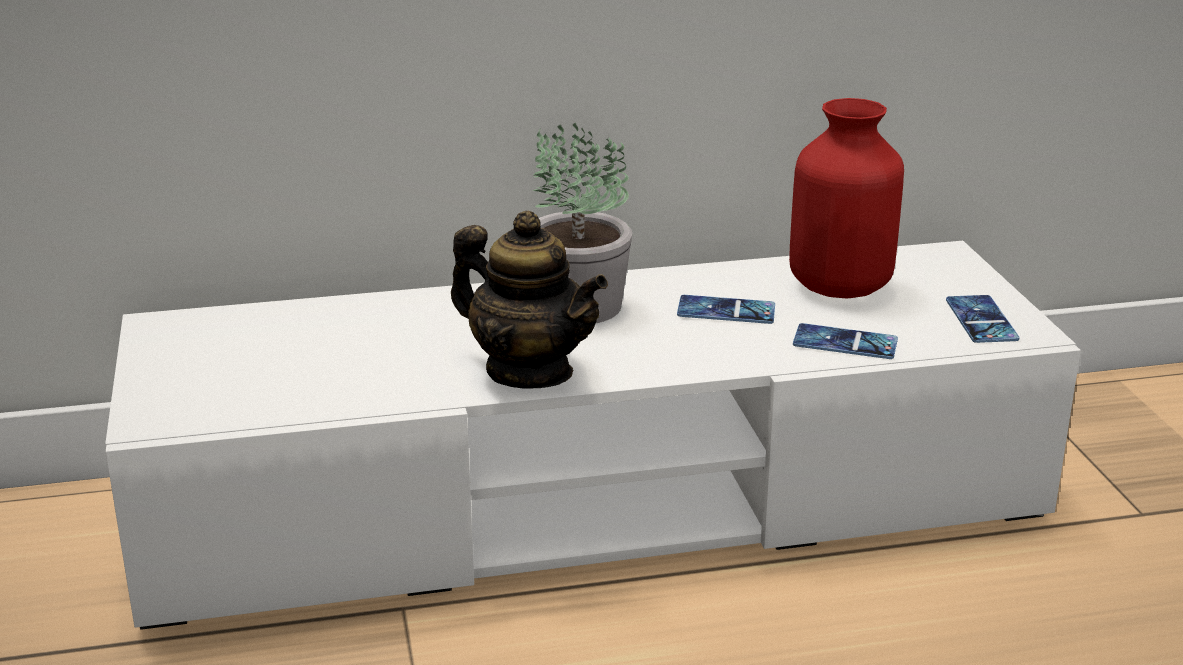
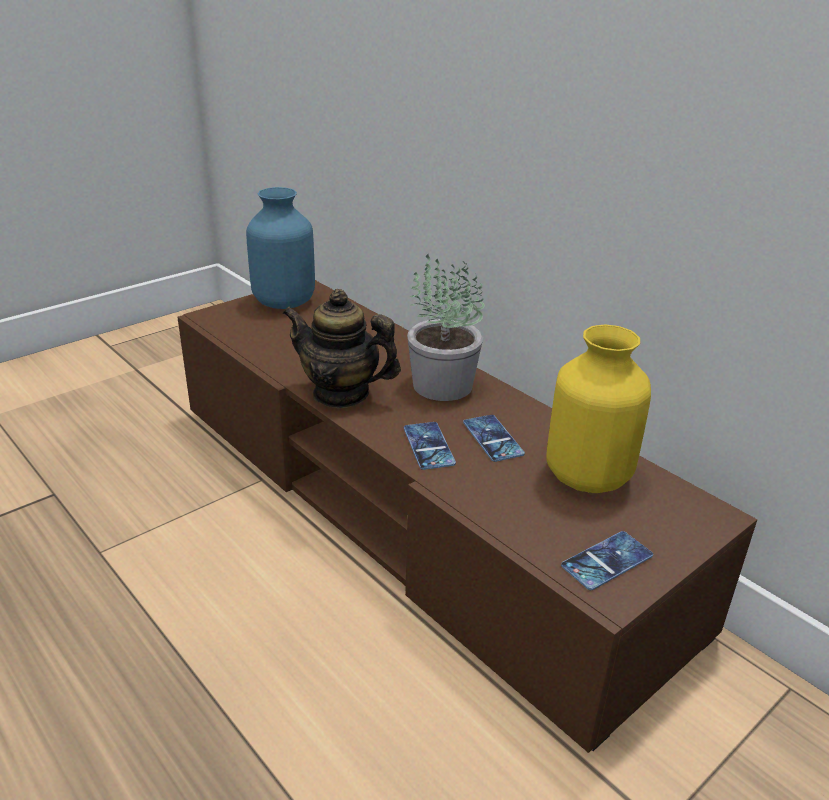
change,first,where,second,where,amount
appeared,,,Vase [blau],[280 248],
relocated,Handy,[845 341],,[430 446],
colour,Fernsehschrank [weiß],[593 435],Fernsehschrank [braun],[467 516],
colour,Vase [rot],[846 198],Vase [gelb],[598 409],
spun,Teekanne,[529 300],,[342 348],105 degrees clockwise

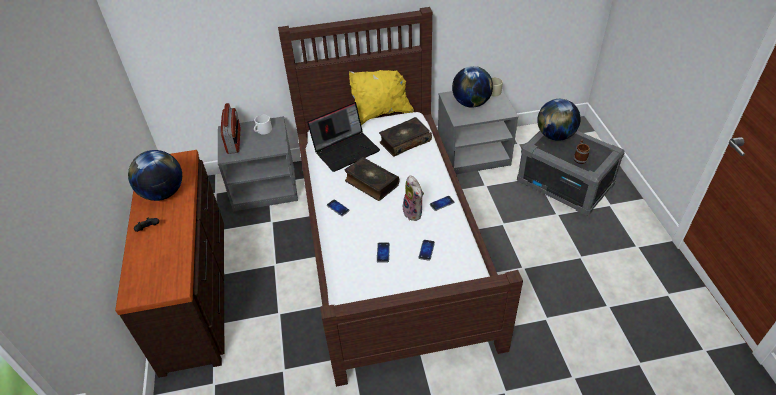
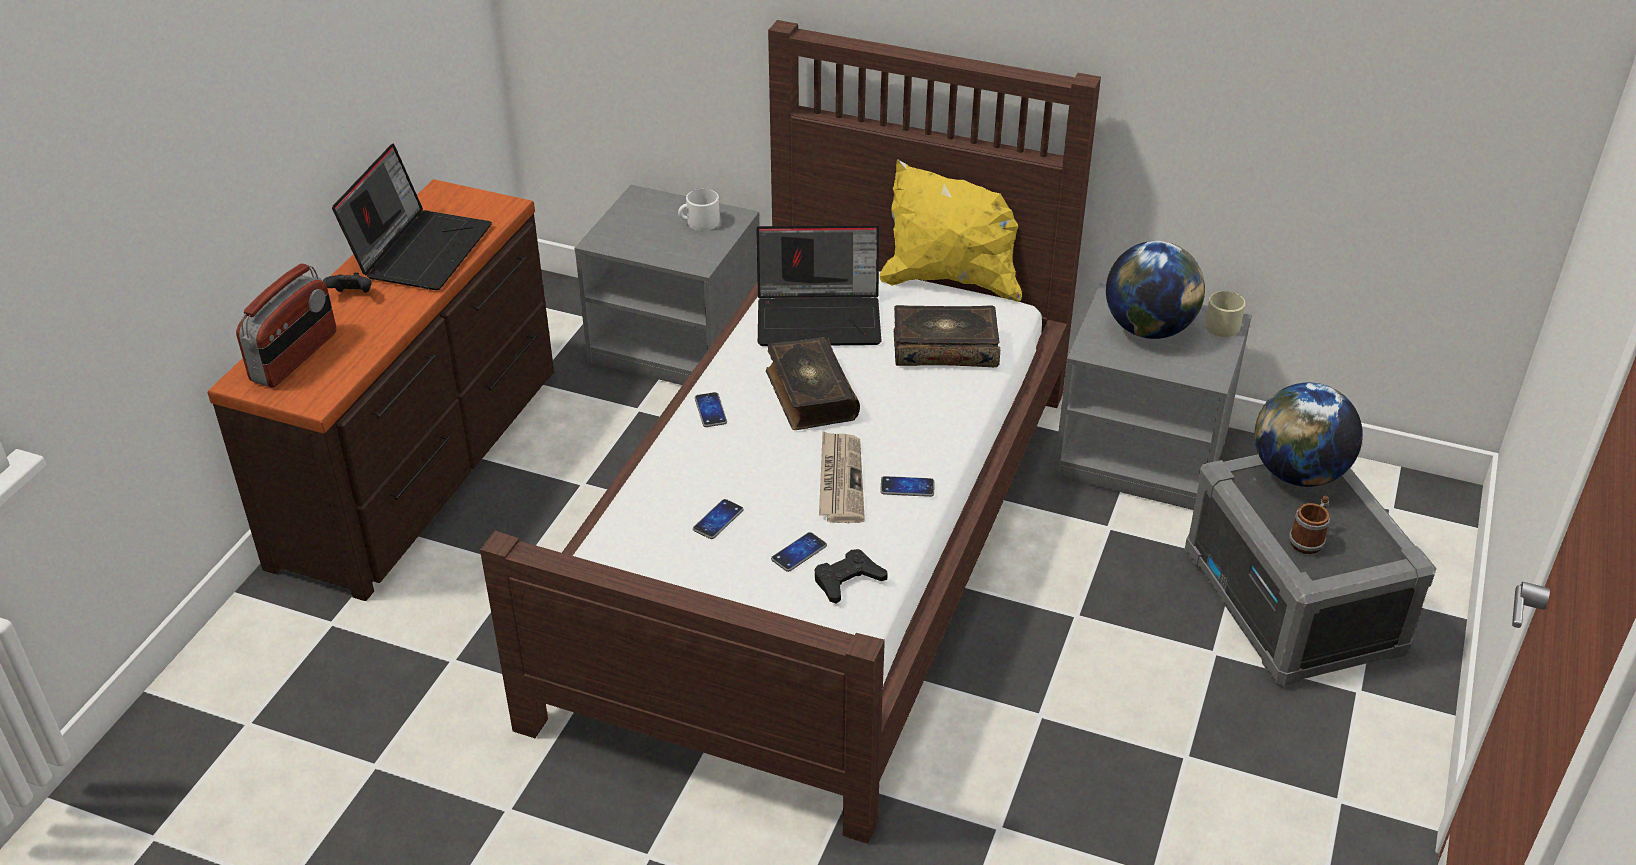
change,first,where,second,where,amount
appeared,,,Gamepad [schwarz],[851 576],
relocated,Radio,[230 128],,[286 325],
exchanged,Globus,[155 175],Laptop,[412 217],
exchanged,Plüschtier,[413 198],Zeitung,[842 477],

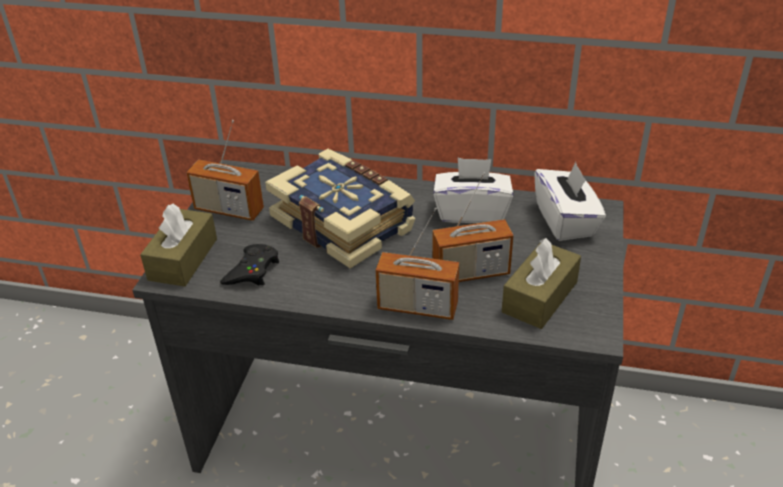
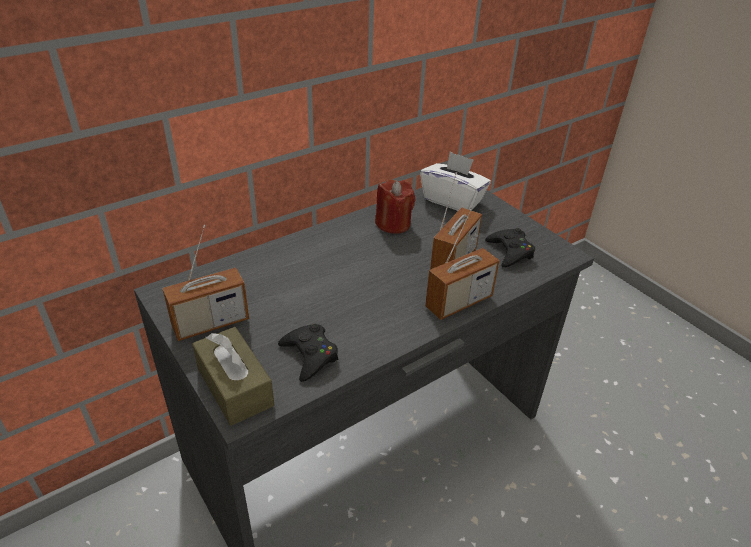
change,first,where,second,where,amount
missing,Buch,[340 209],,,
exchanged,Taschentuchbox [weiß],[473 190],Kerze [rot],[395 206],
exchanged,Taschentuchbox [braun],[541 283],Gamepad [schwarz],[510 248],

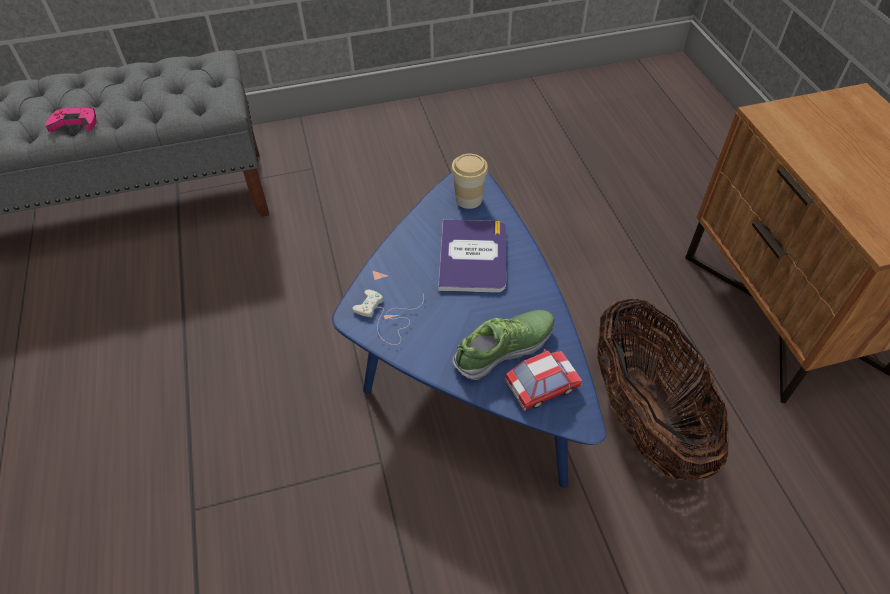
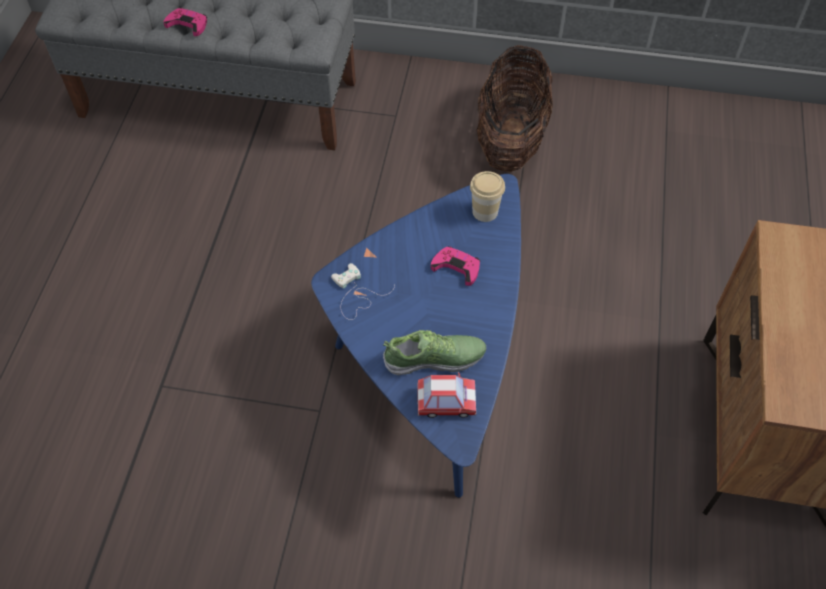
change,first,where,second,where,amount
relocated,Korb,[663 389],,[514 108],
exchanged,Buch,[472 256],Gamepad [rosa],[455 266],

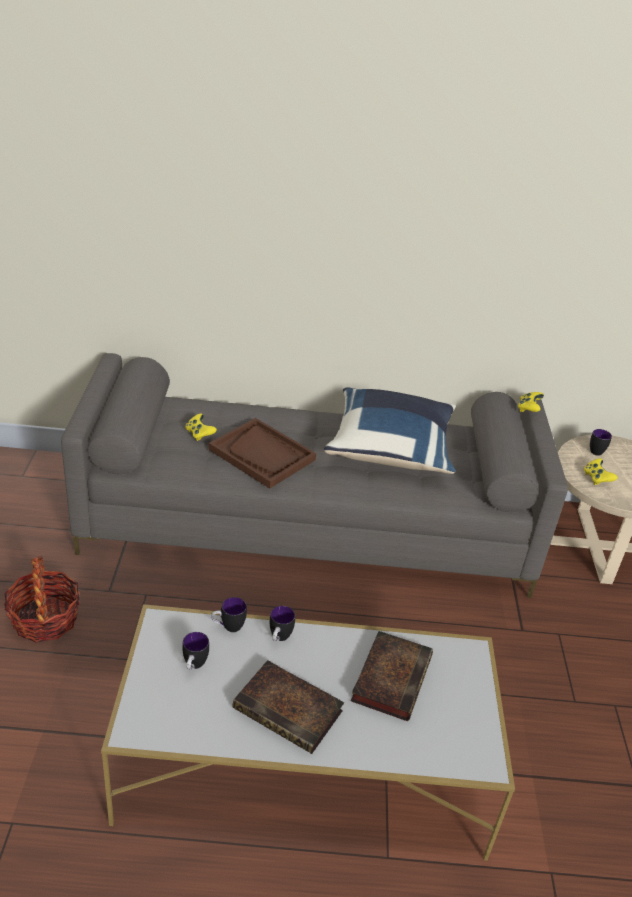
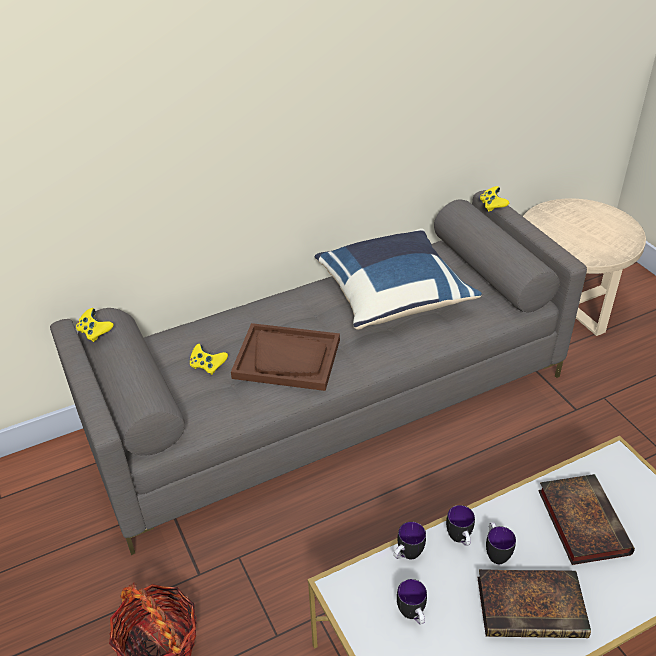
change,first,where,second,where,amount
relocated,Gamepad [gelb],[601 471],,[95 325],
relocated,Henkelbecher,[601 442],,[501 543],

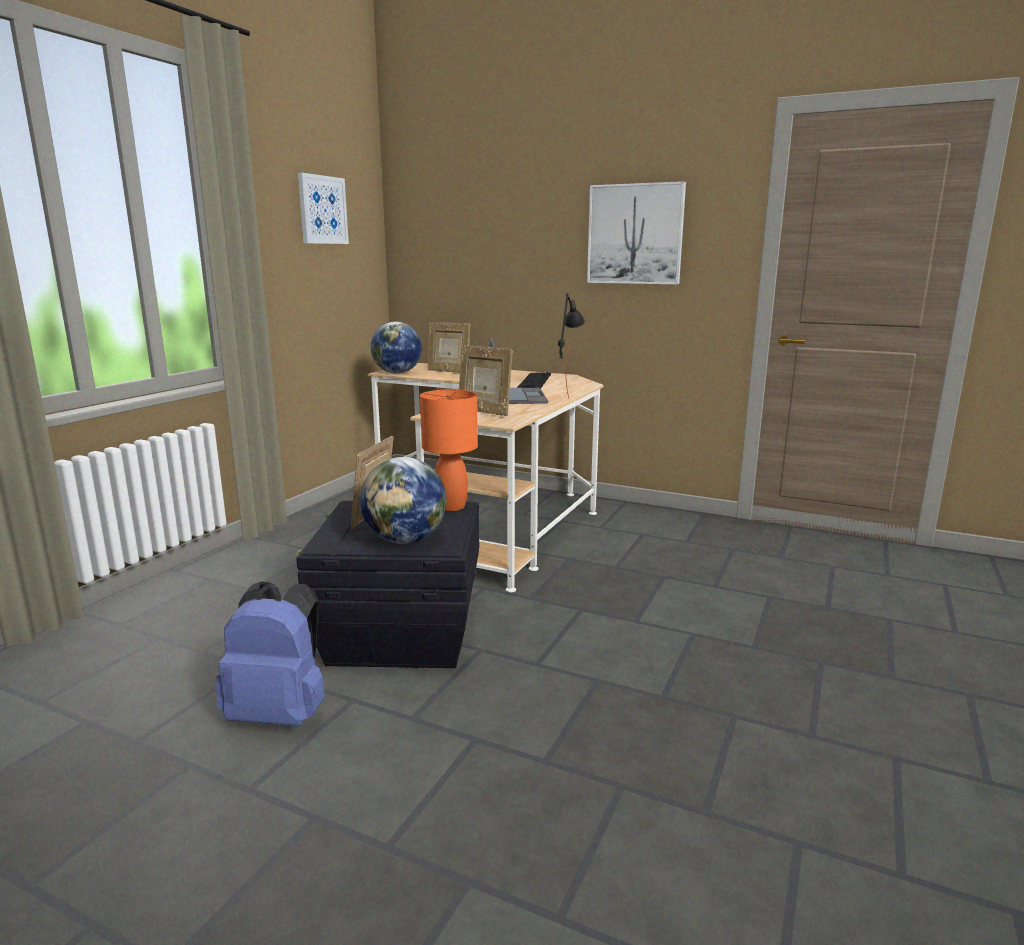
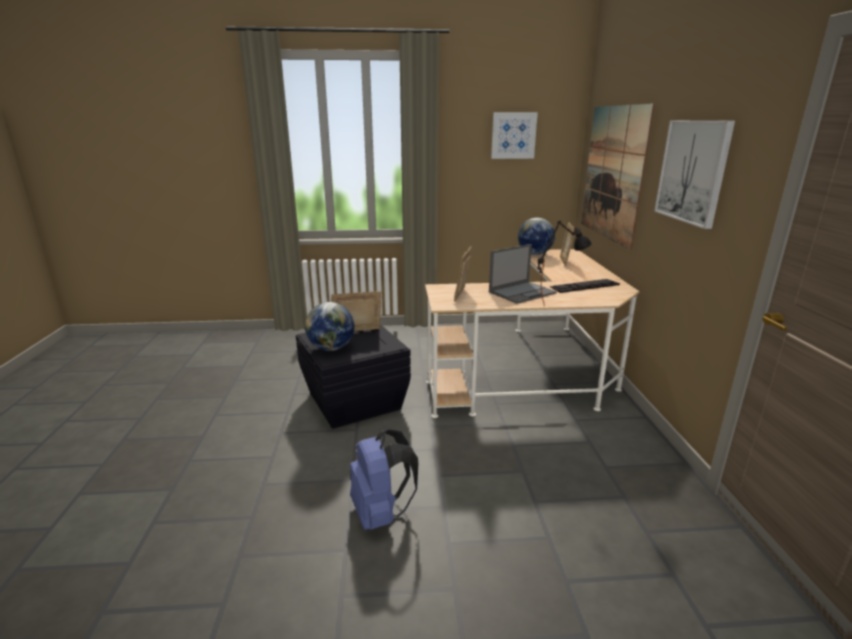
change,first,where,second,where,amount
missing,Tischlampe [orange],[449 450],,,
appeared,,,Bild,[618 176],
relocated,Rucksack [blau],[270 654],,[384 479],

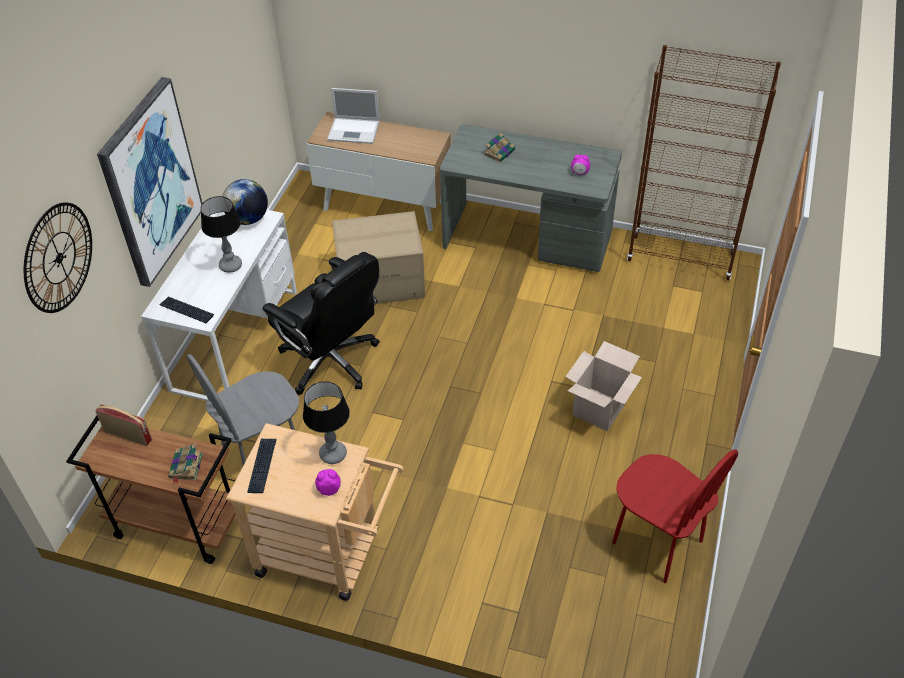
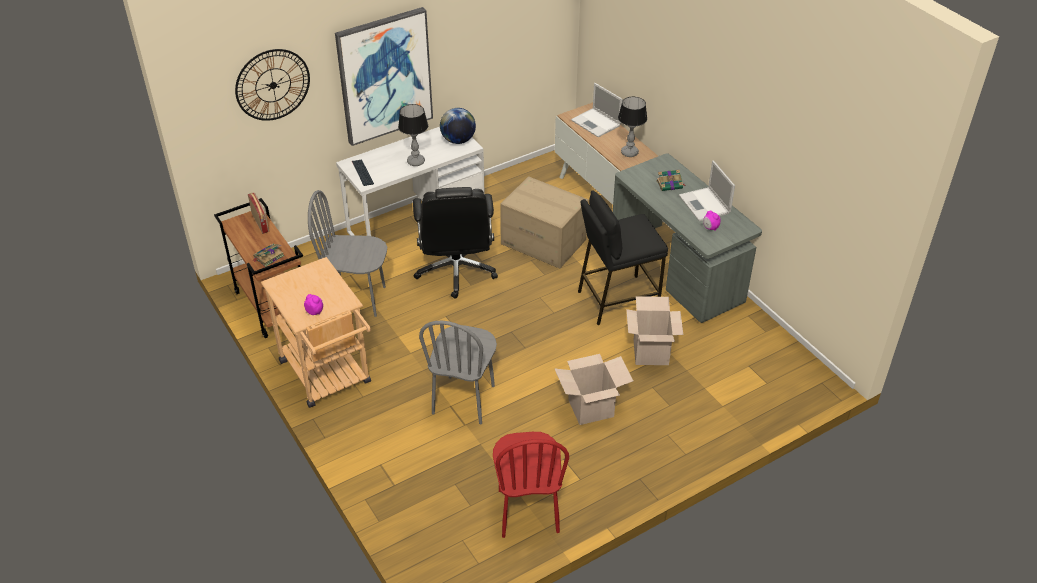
change,first,where,second,where,amount
missing,Tastatur,[262 466],,,
missing,Bücherregal [braun],[704 162],,,
appeared,,,Stuhl [grau],[458 373],
appeared,,,Hocker [schwarz],[623 257],
appeared,,,Karton,[654 330],
appeared,,,Laptop,[707 191],
relocated,Tischlampe,[326 422],,[632 126],

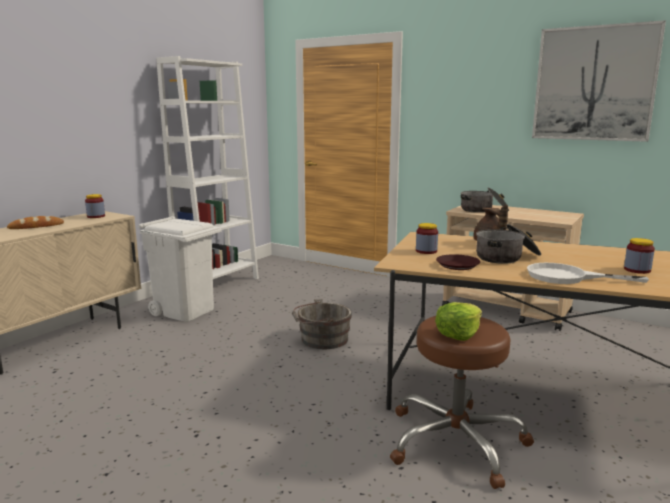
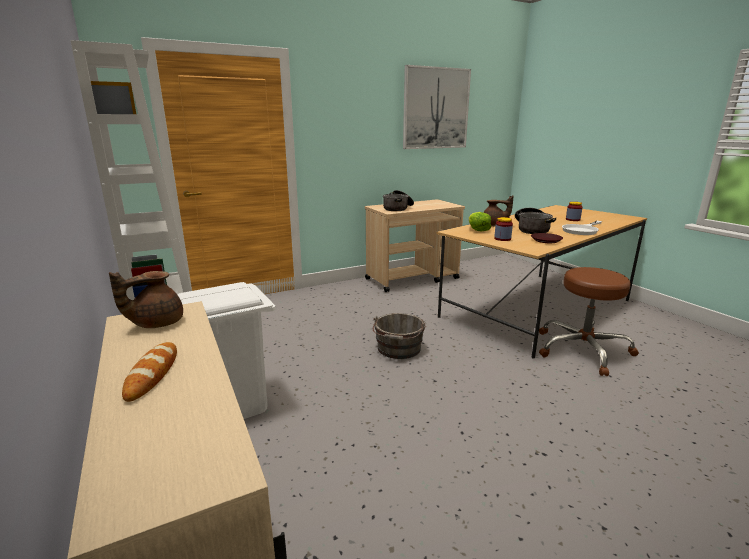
change,first,where,second,where,amount
relocated,Salatkopf,[458 321],,[480 221],
exchanged,Vorratsglas,[95 206],Teekanne [braun],[146 299],

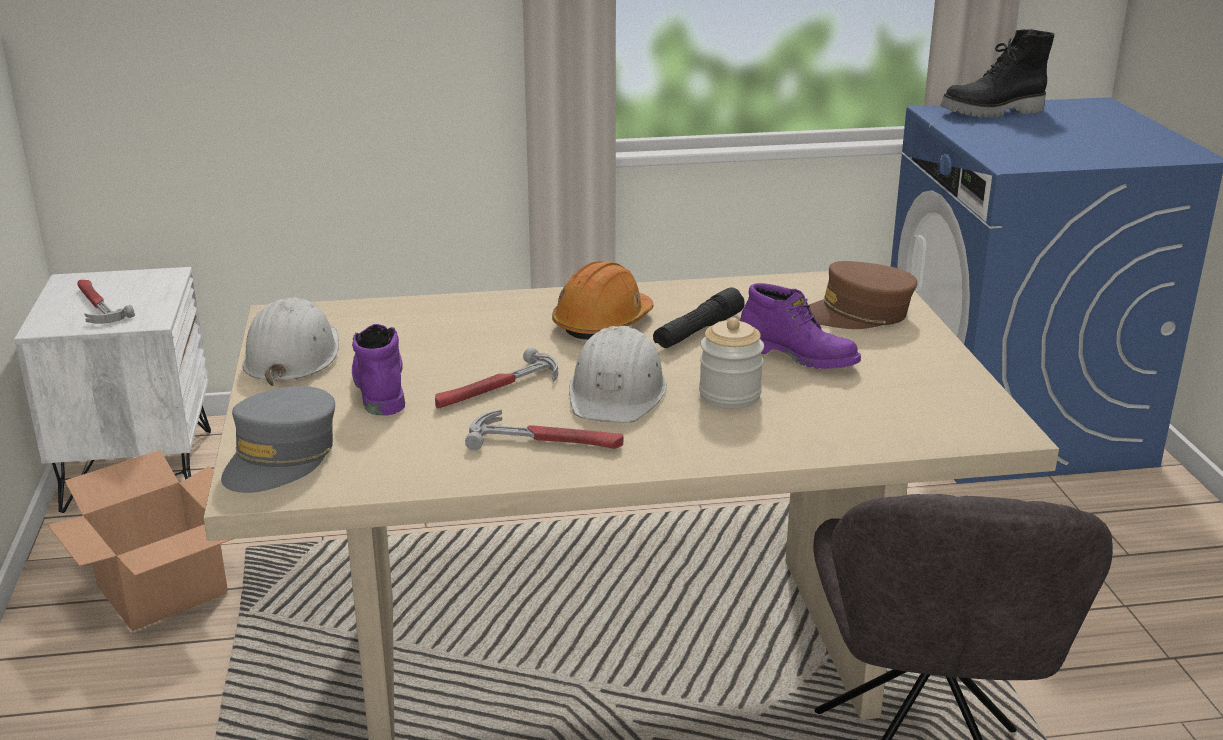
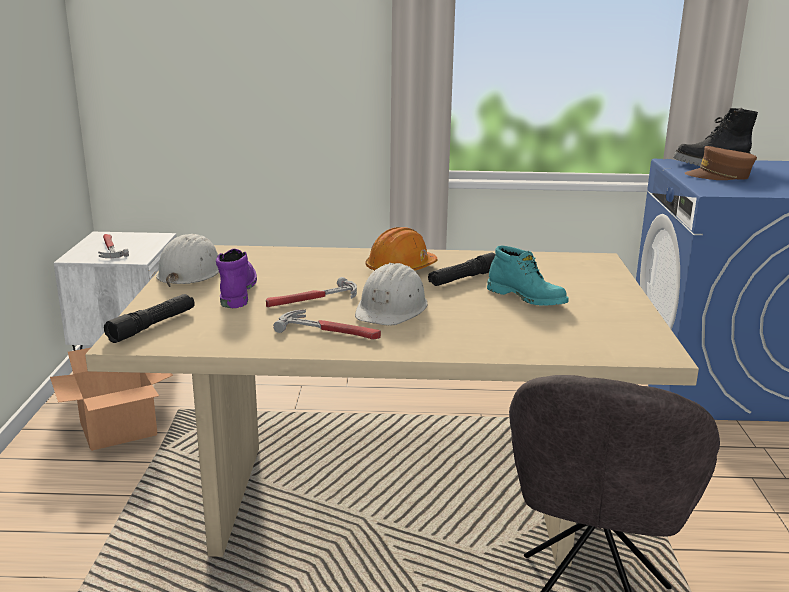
change,first,where,second,where,amount
missing,Vorratsglas,[731 363],,,
relocated,Kappe [braun],[863 295],,[721 163],
exchanged,Kappe [grau],[278 439],Taschenlampe [schwarz],[149 318],
colour,Stiefel [lila],[800 326],Stiefel [türkis],[528 276],

